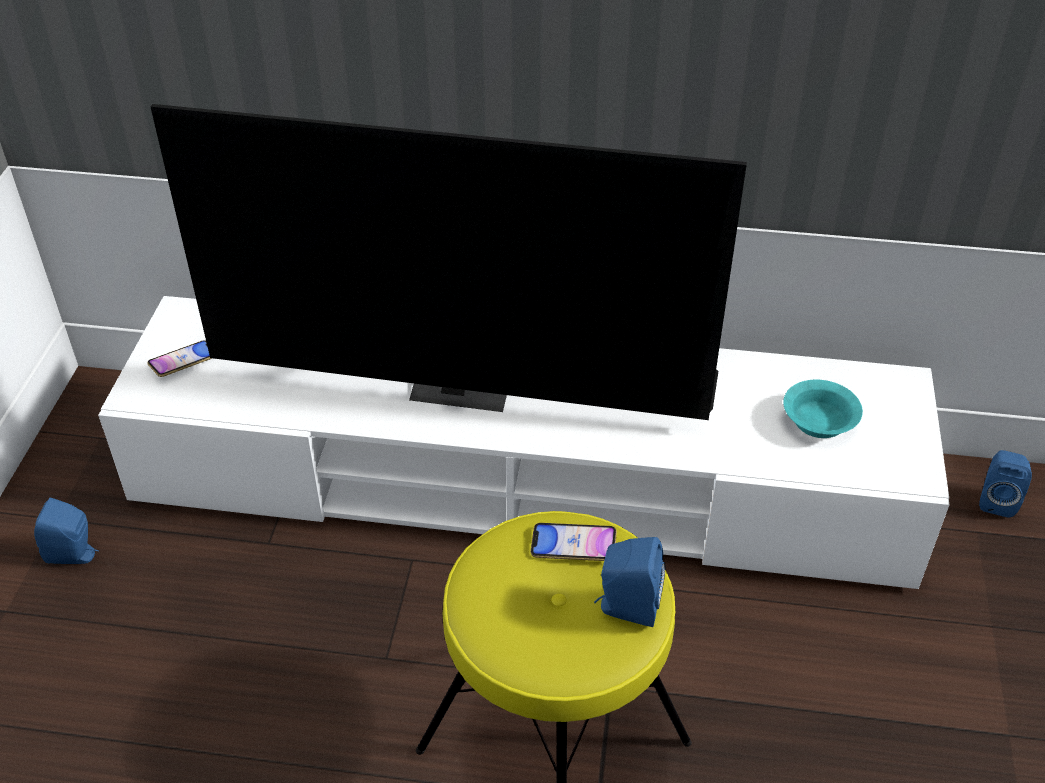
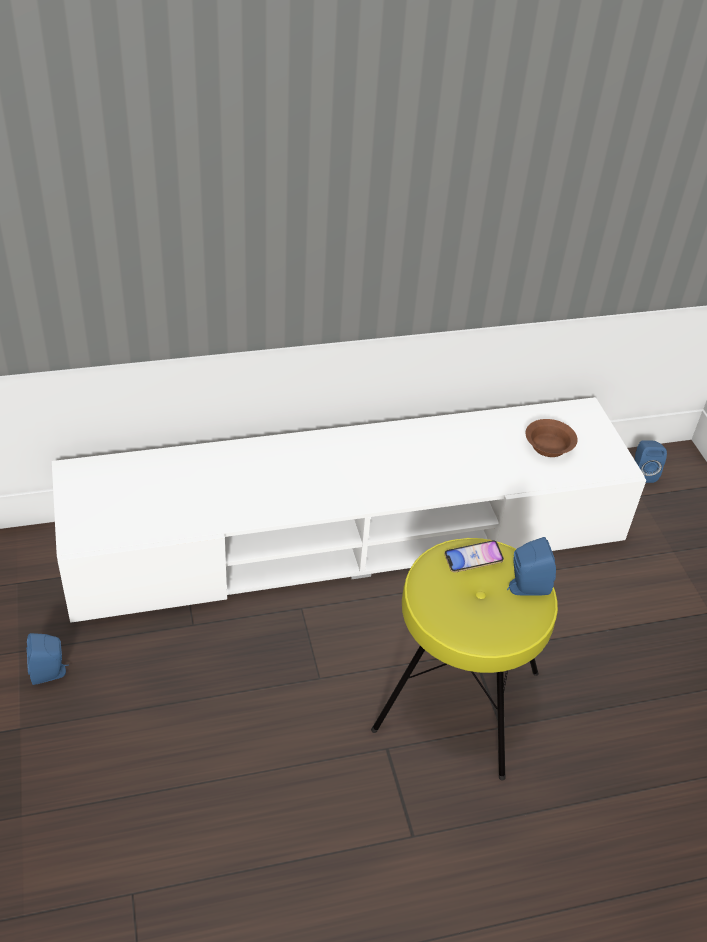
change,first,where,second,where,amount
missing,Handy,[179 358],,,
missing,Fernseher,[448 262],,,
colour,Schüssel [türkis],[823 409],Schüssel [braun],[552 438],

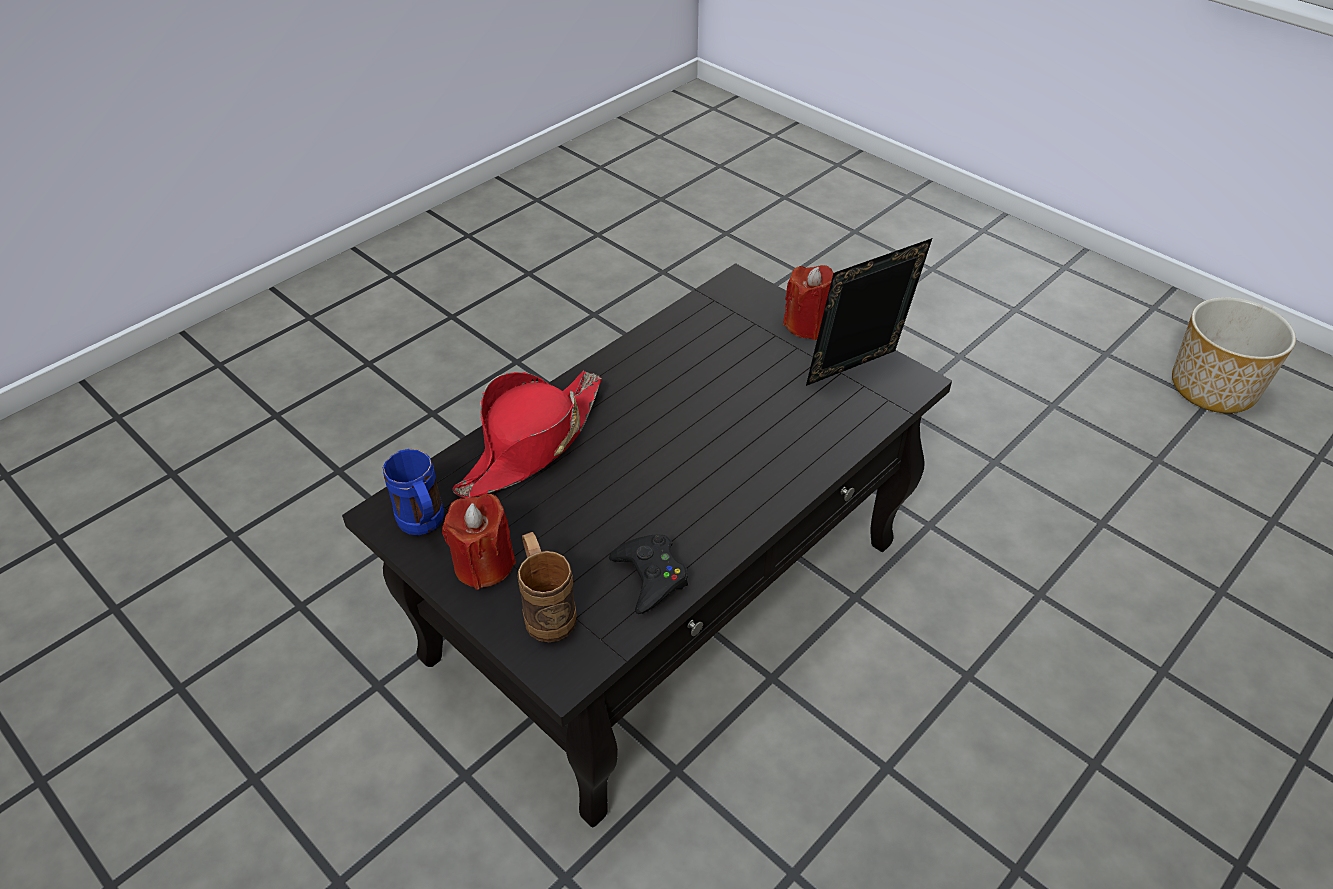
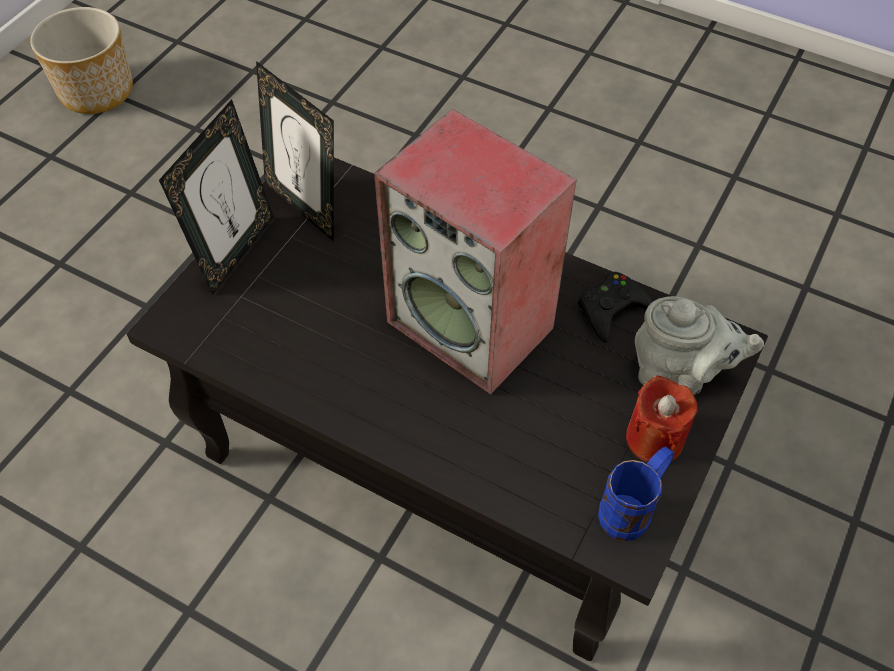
change,first,where,second,where,amount
missing,Hut [rot],[527 434],,,
appeared,,,Lautsprecher,[475 252],
exchanged,Henkelbecher [braun],[547 587],Teekanne [grau],[699 345],
exchanged,Kerze [rot],[808 302],Bilderrahmen,[216 197],

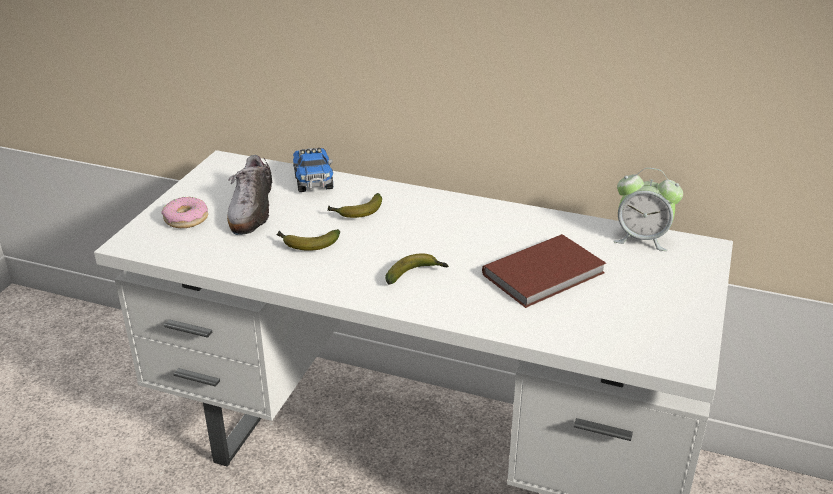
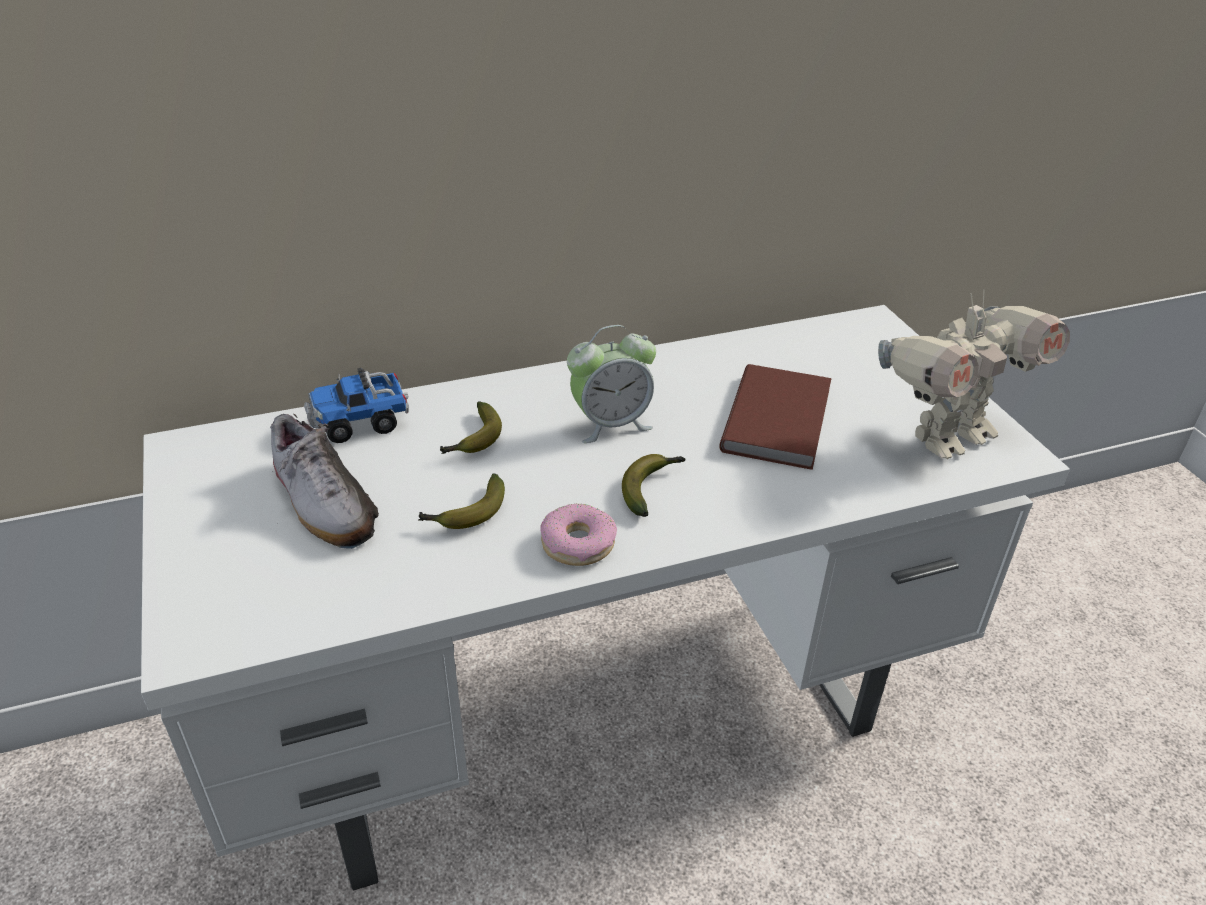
change,first,where,second,where,amount
appeared,,,Spielzeugroboter,[974 374],
relocated,Donut,[184 212],,[578 535],
relocated,Wecker,[648 209],,[611 384],
spun,Spielzeuglaster,[313 170],,[356 405],120 degrees clockwise

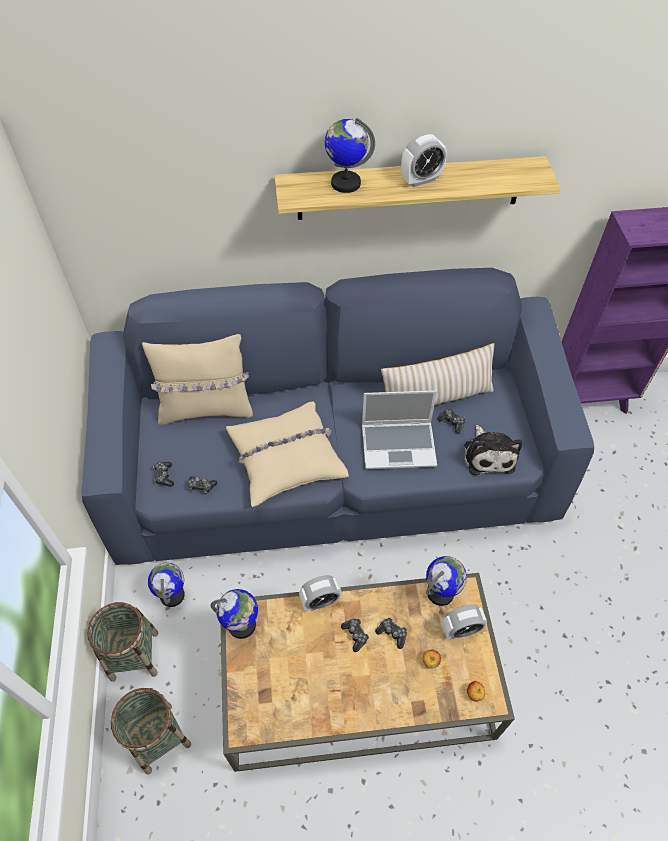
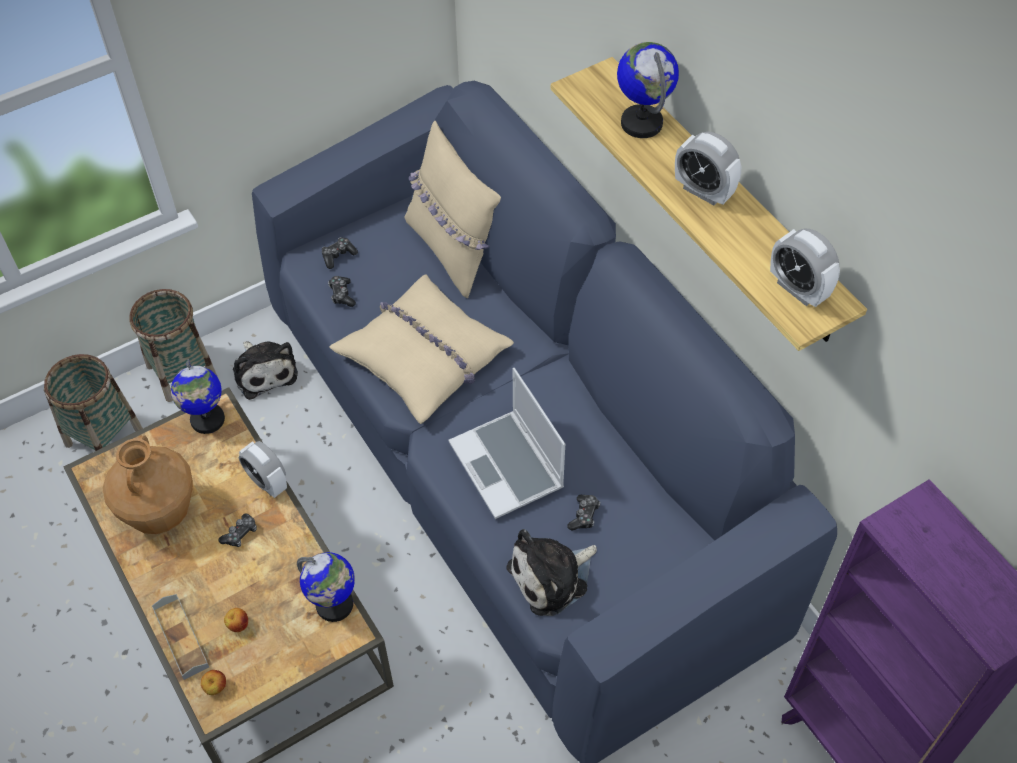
change,first,where,second,where,amount
missing,Gamepad,[391 633],,,
missing,Kissen [beige],[437 374],,,
appeared,,,Vase [braun],[148 484],
appeared,,,Tablett [grau],[180 637],
relocated,Wecker,[464 622],,[805 268],
exchanged,Globus,[166 585],Plüschtier,[265 370],

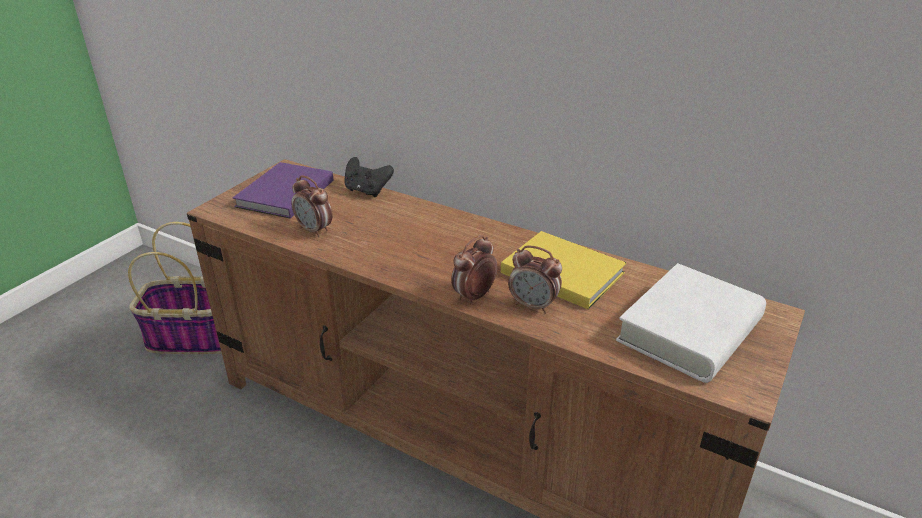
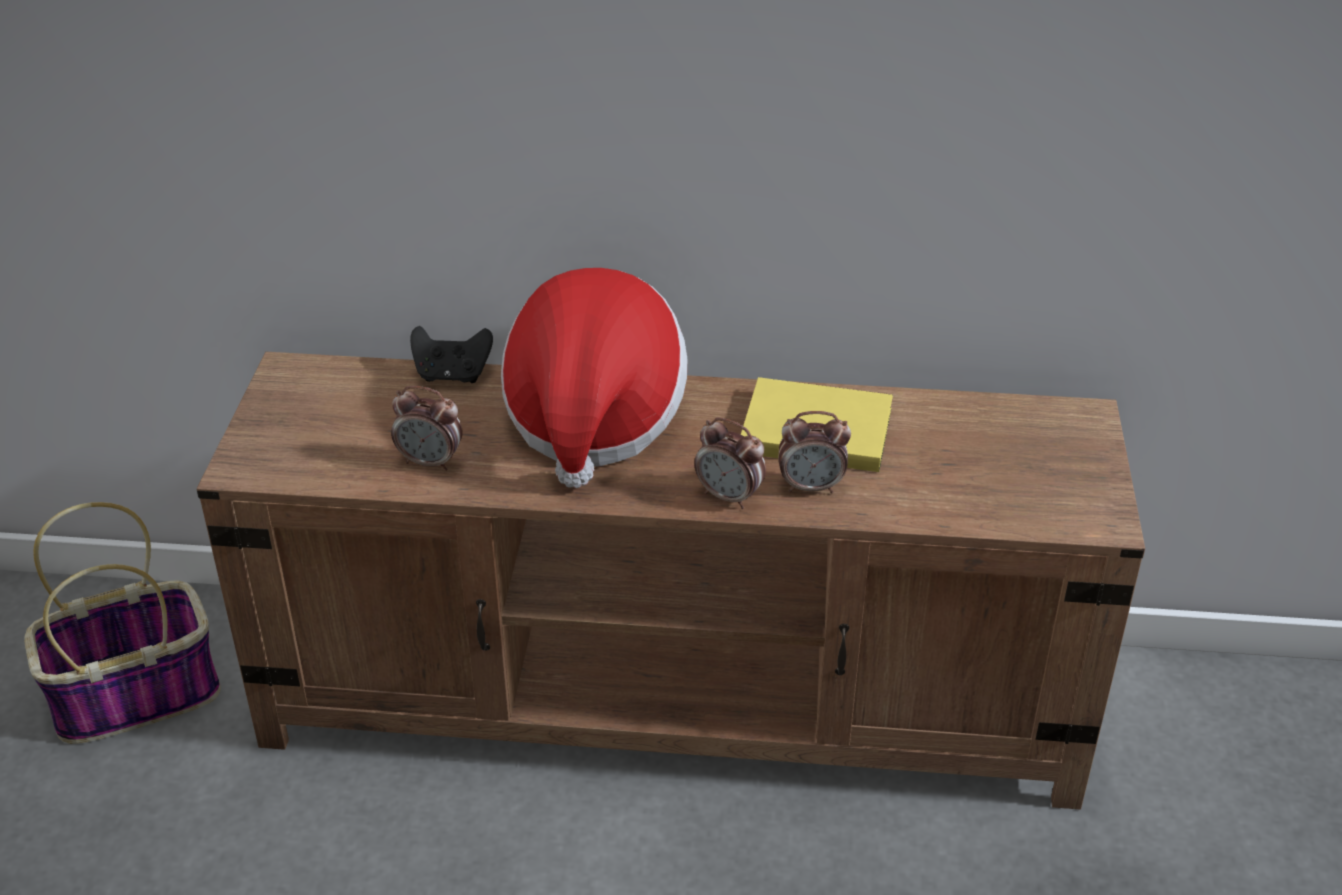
change,first,where,second,where,amount
missing,Buch [lila],[283 190],,,
missing,Buch [weiß],[691 323],,,
appeared,,,Hut,[594 378],
spun,Wecker,[474 269],,[730 463],75 degrees counterclockwise

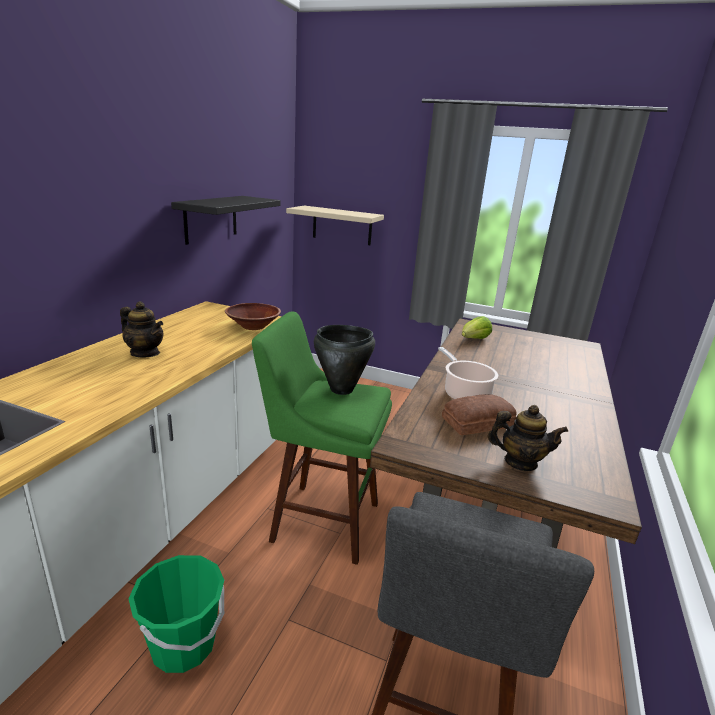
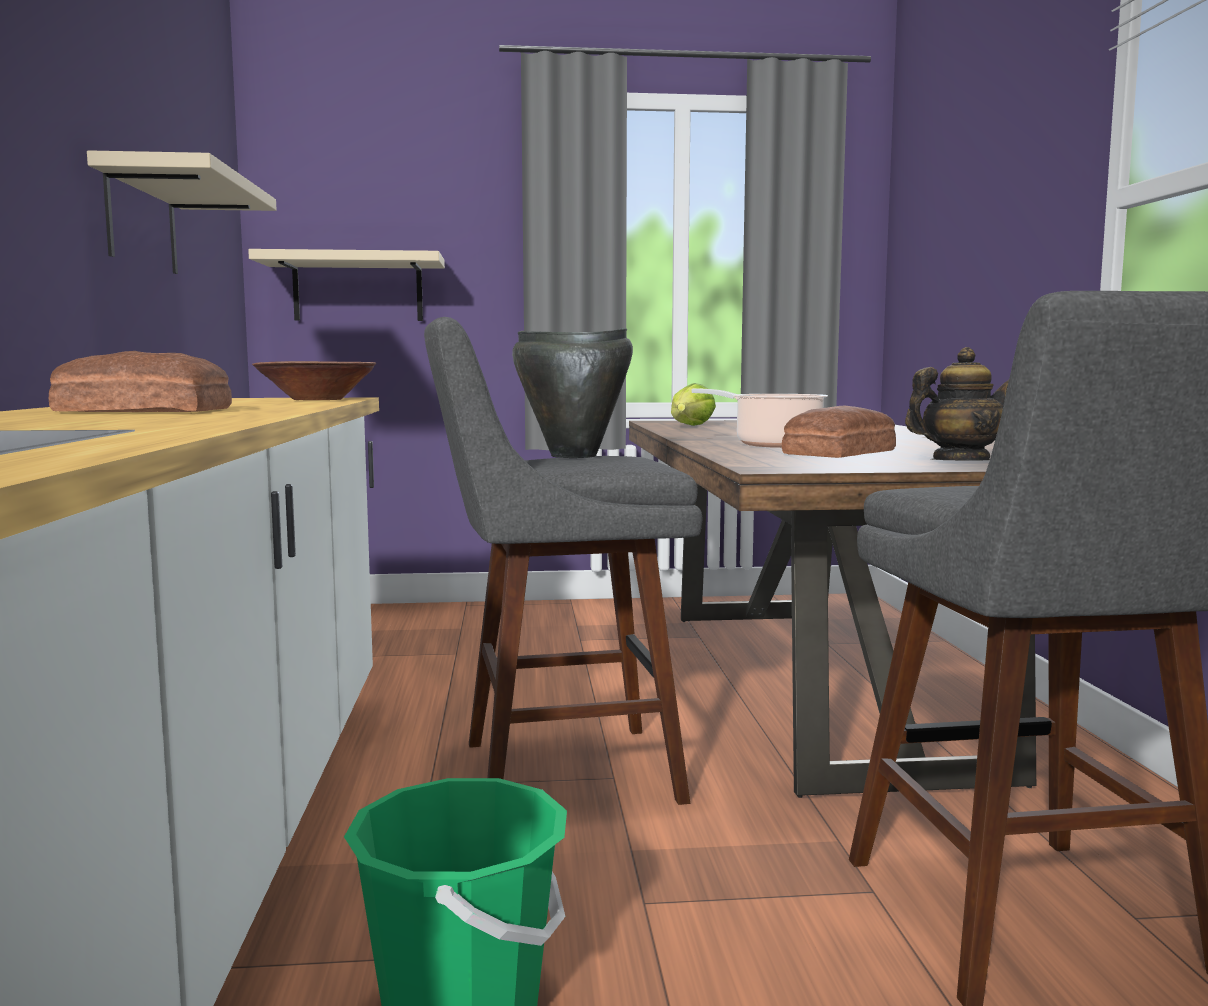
change,first,where,second,where,amount
exchanged,Teekanne,[141 329],Brot,[140 381],
colour,Wandregal [schwarz],[226 220],Wandregal [beige],[181 212],
colour,Hocker [grün],[322 438],Hocker [grau],[563 561],

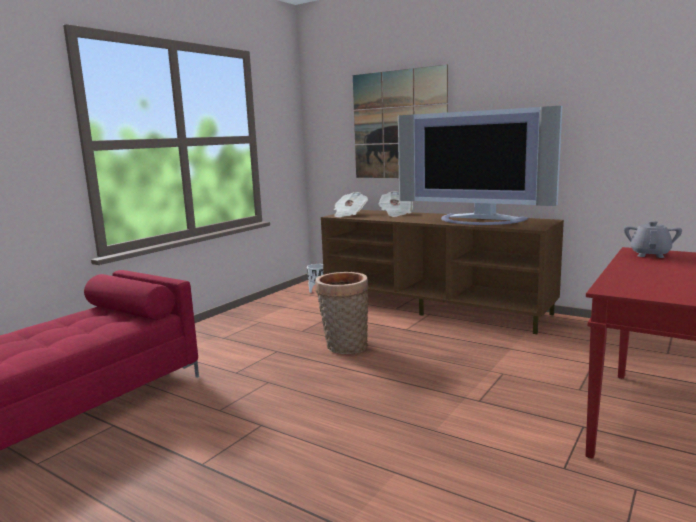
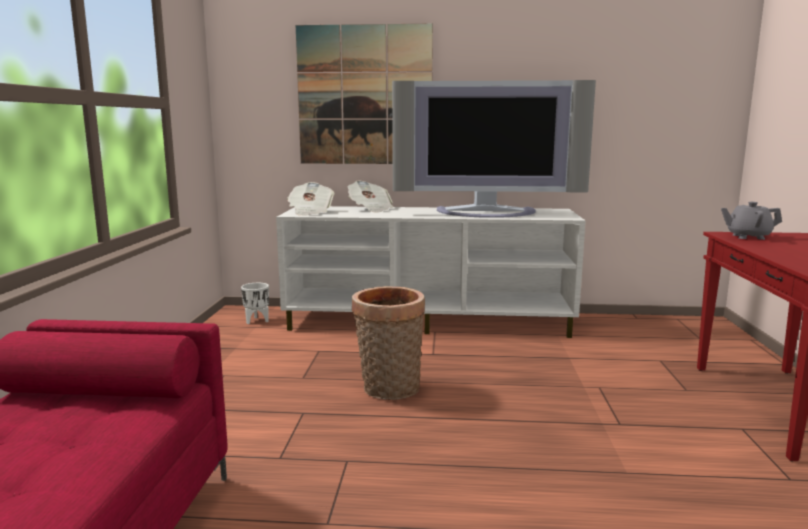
change,first,where,second,where,amount
colour,Fernsehschrank [braun],[442 272],Fernsehschrank [weiß],[431 272],
spun,Teekanne [grau],[653 239],,[751 221],75 degrees counterclockwise

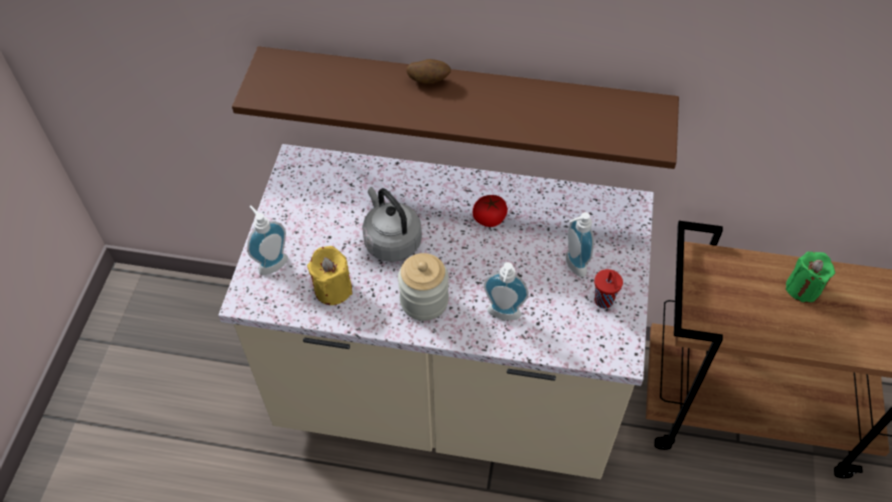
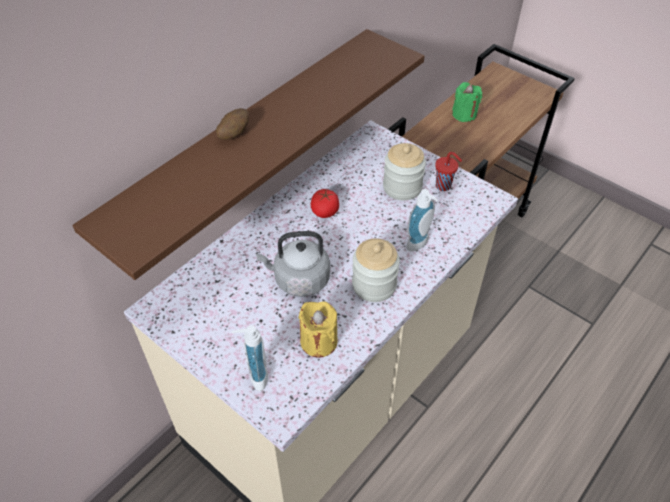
change,first,where,second,where,amount
exchanged,Seifenspender,[579 244],Vorratsglas,[404 172],

